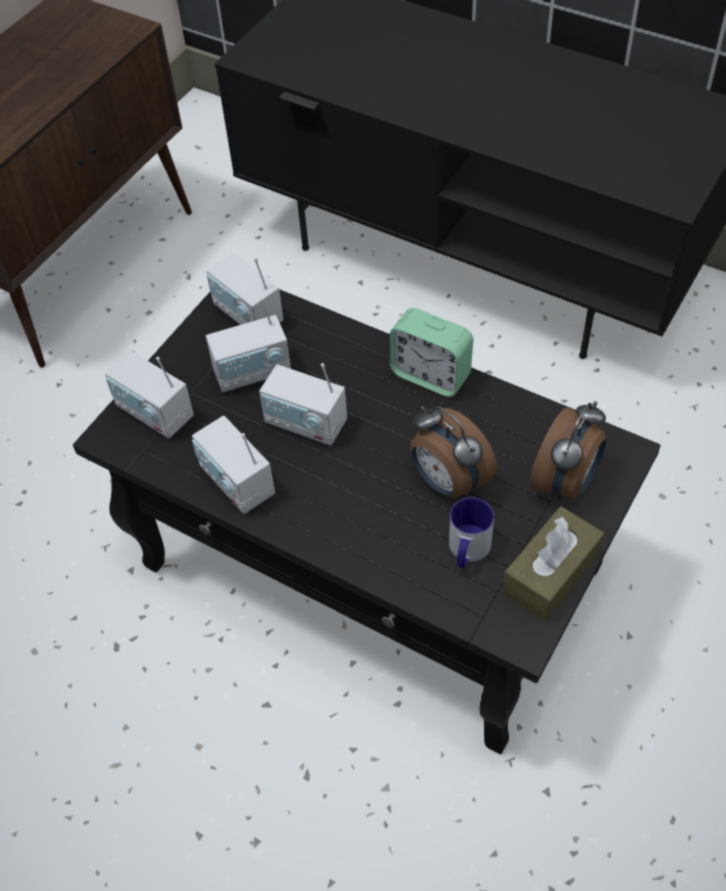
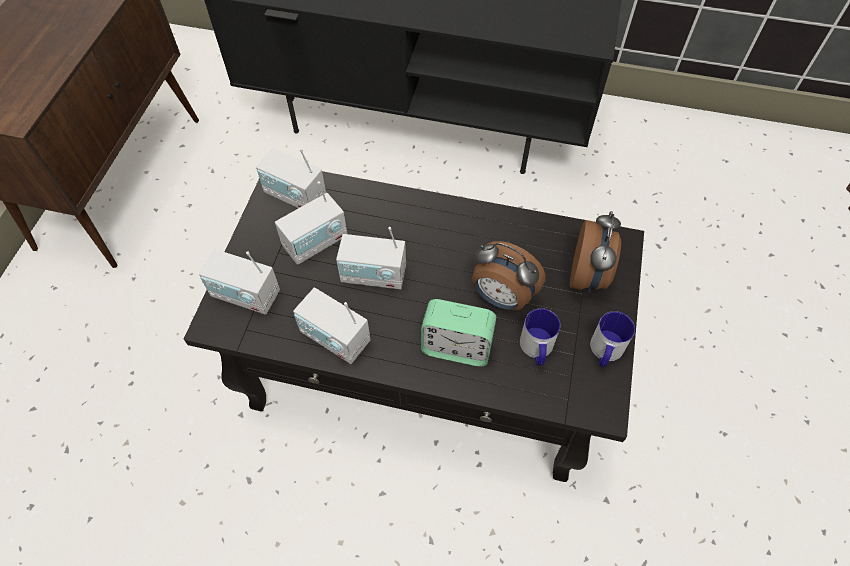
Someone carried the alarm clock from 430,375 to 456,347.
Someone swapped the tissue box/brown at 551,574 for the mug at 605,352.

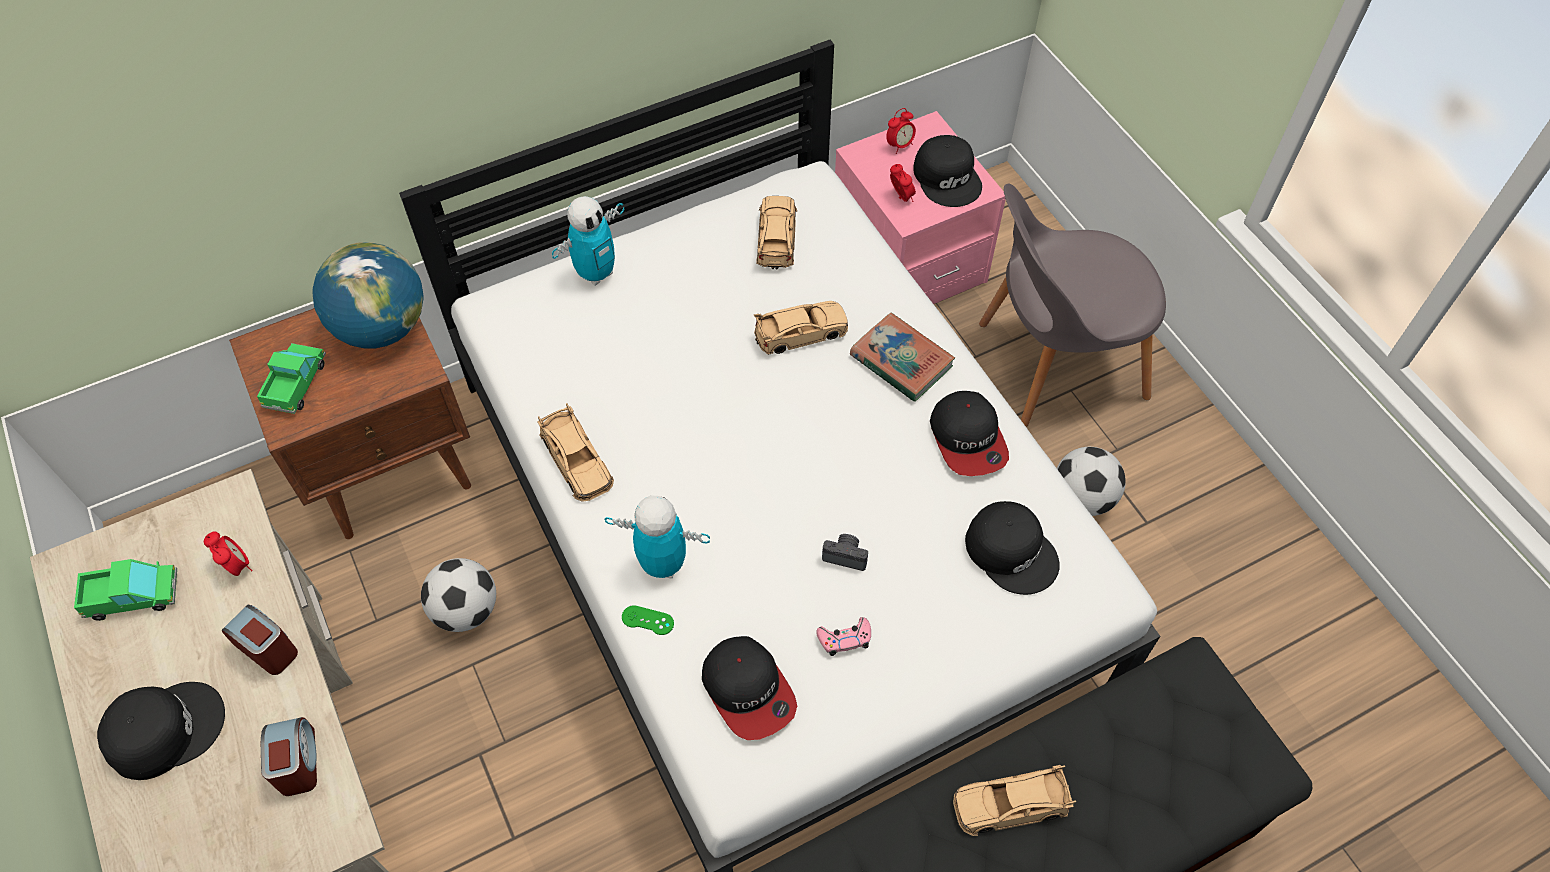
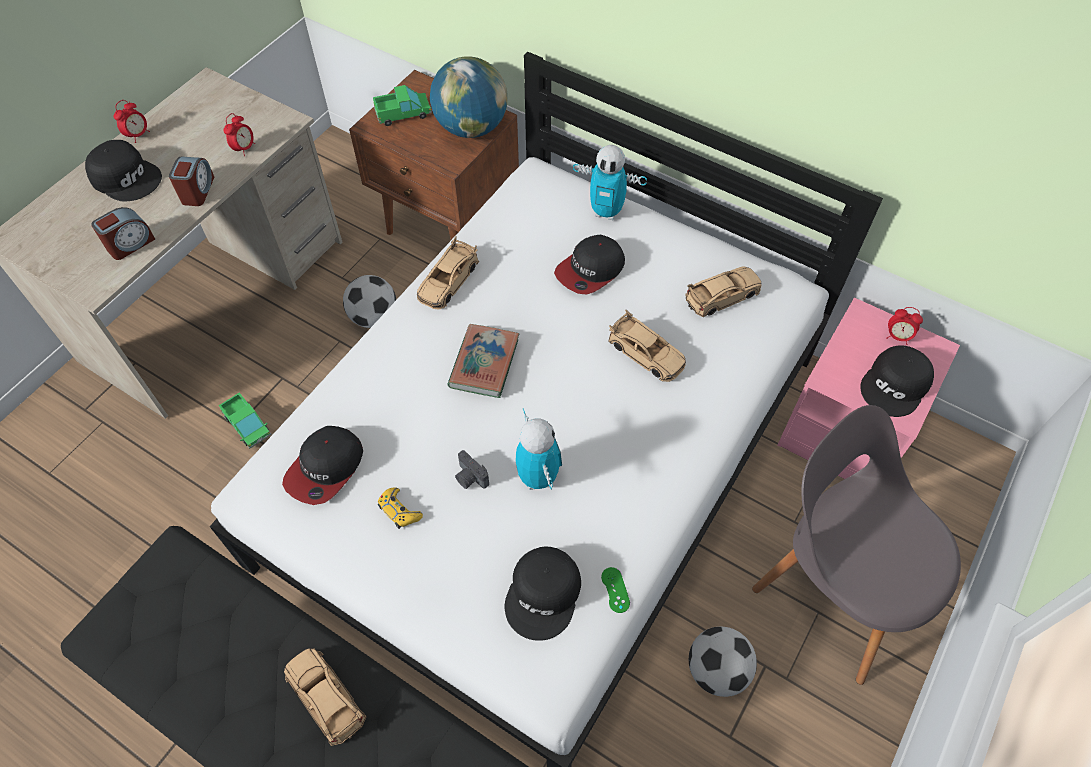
Someone carried the alarm clock from 901,197 to 138,135.
Someone carried the toy truck from 133,596 to 247,425.
Someone repainted the game controller/pink at 844,638, which became the game controller/yellow at 399,510.
Someone carried the book from 901,361 to 484,363.
Someone rotated the photo camera at 845,556 by 150 degrees clockwise.
Someone carried the toy robot from 662,564 to 538,477.
Someone carried the cap from 968,439 to 590,270.
Someone carried the game controller/green from 647,620 to 615,590.

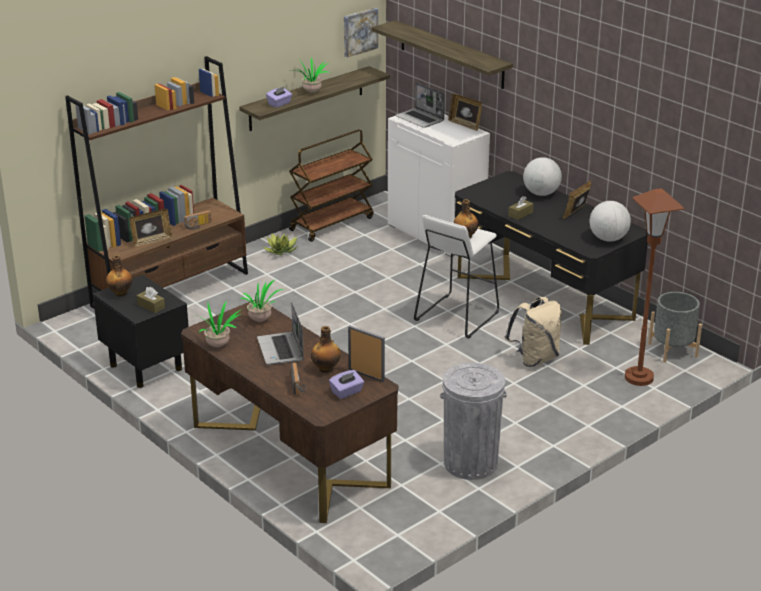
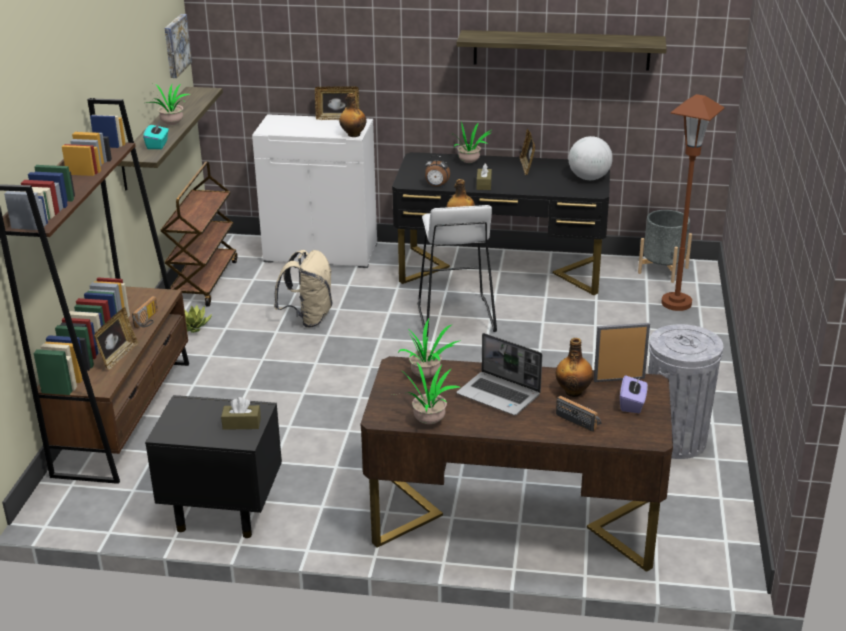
Someone repainted the tissue box/purple at 279,104, which became the tissue box/turquoise at 157,145.
Someone carried the backpack/beige from 535,358 to 308,318.
Someone carried the bottle from 120,293 to 353,135.
Someone put down the alarm clock at 436,186.
Someone swapped the globe at 541,193 for the potted plant at 469,162.
Someone carried the shelf from 451,54 to 561,50.
Someone took away the laptop at 420,119.

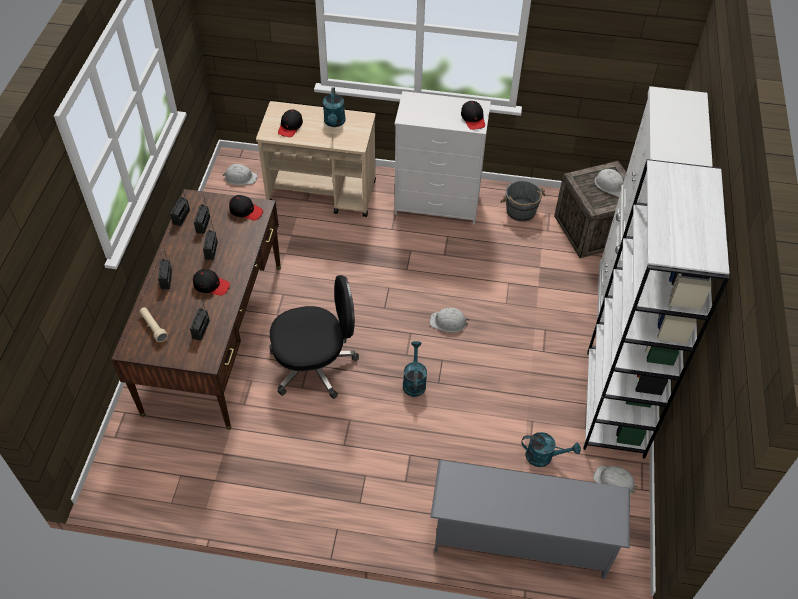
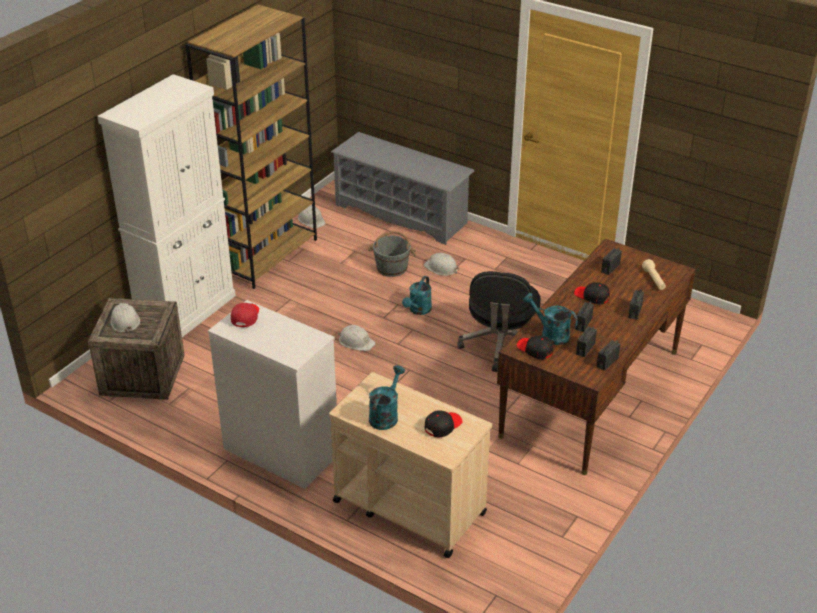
Someone repainted the bookcase/white at 615,404, which became the bookcase/brown at 266,255.
Someone repainted the cap/black at 473,119, which became the cap/red at 245,317.
Someone carried the bucket/grey from 521,211 to 392,267.
Someone carried the hard hat/white from 240,177 to 441,268.
Someone rotated the office chair/black at 315,365 by 90 degrees counterclockwise.
Someone carried the watering can/turquoise from 544,457 to 550,334.

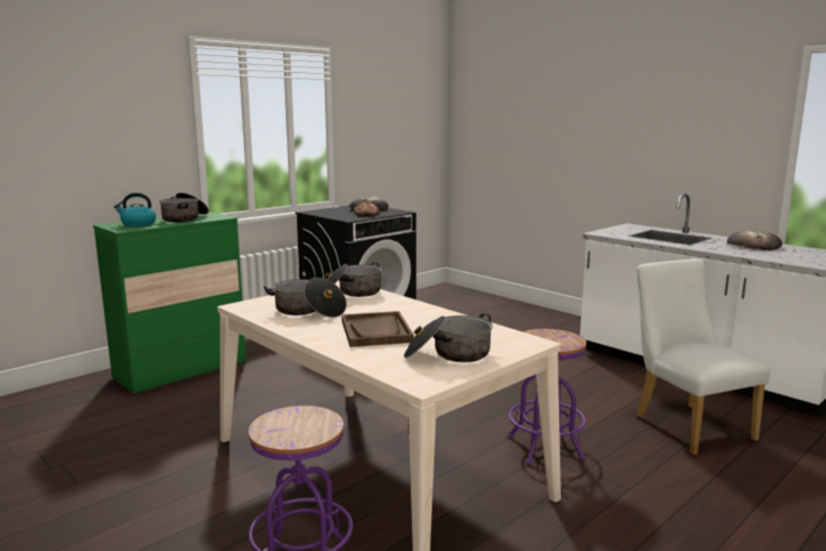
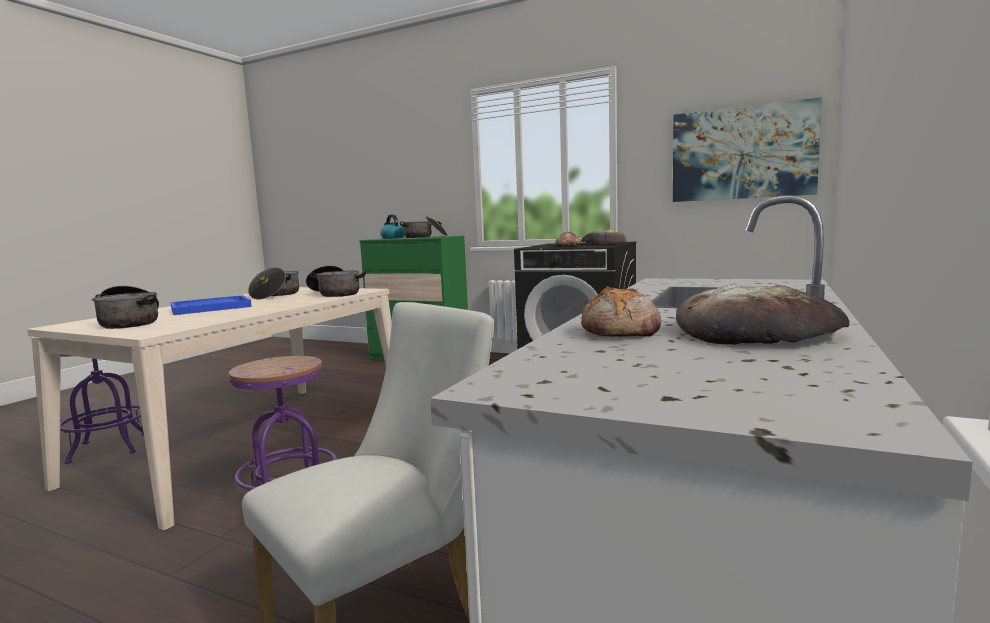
Someone repainted the tray/brown at 376,331, which became the tray/blue at 210,307.
Someone put down the bread at 622,331.
Someone put up the picture at 742,153.

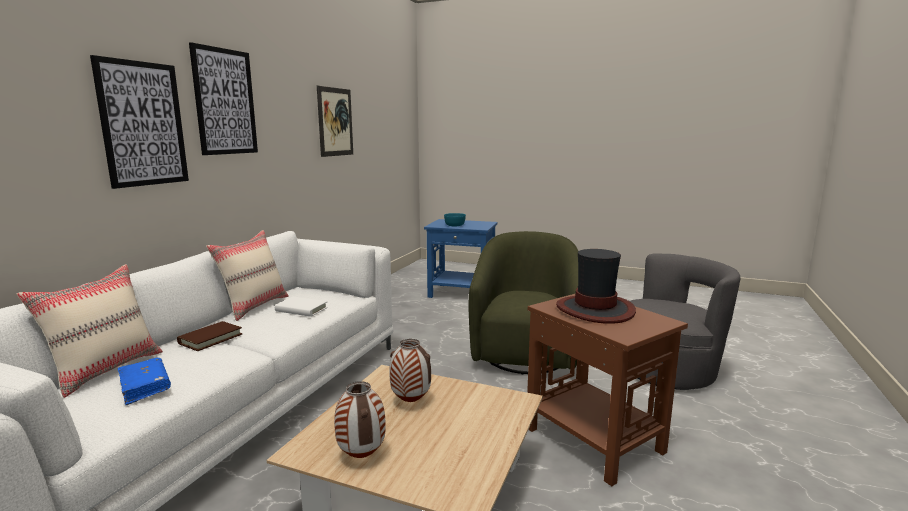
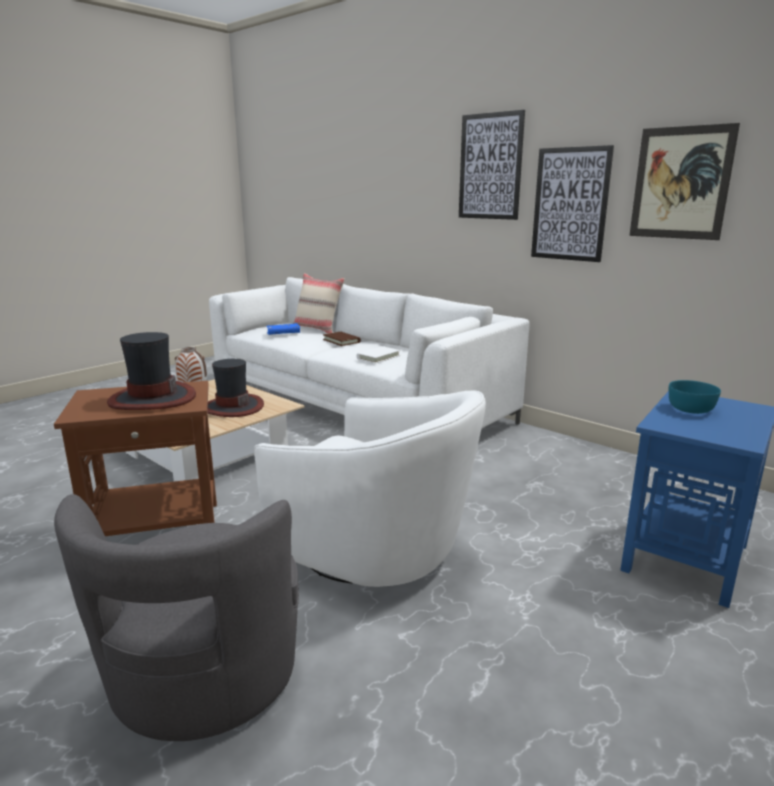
Someone swapped the vase at 410,402 for the hat at 232,407.
Someone repainted the armchair/green at 526,351, which became the armchair/white at 375,551.
Someone carried the picture from 143,124 to 570,204.
Someone took away the pillow/beige at 254,306.

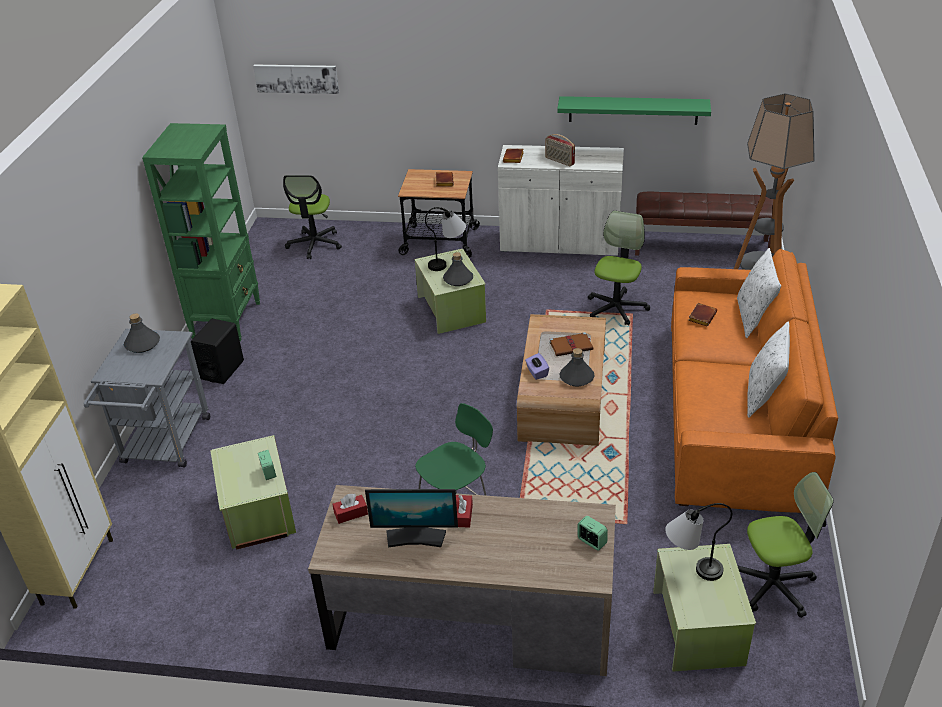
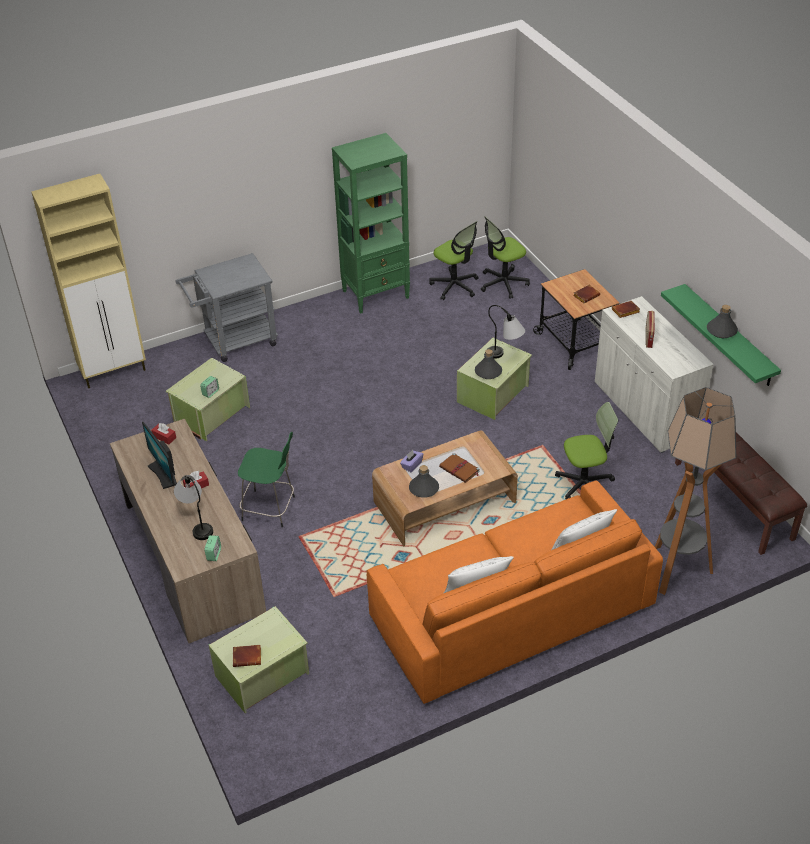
Someone carried the table lamp from 690,569 to 197,523.
Someone carried the book/brown from 701,316 to 248,657.
Someone carried the office chair from 774,585 to 455,286.
Someone carried the bottle/grey from 142,344 to 721,330.
Someone took away the speaker/black at 222,370.
Someone took away the picture at 296,78.

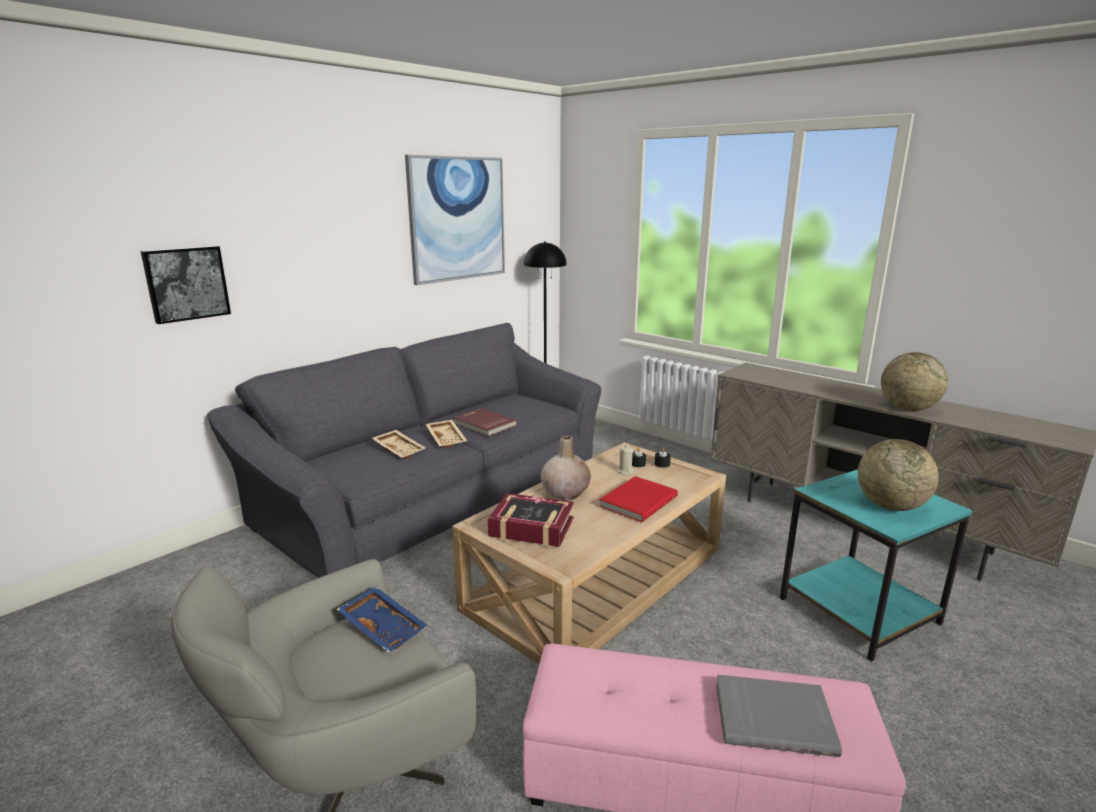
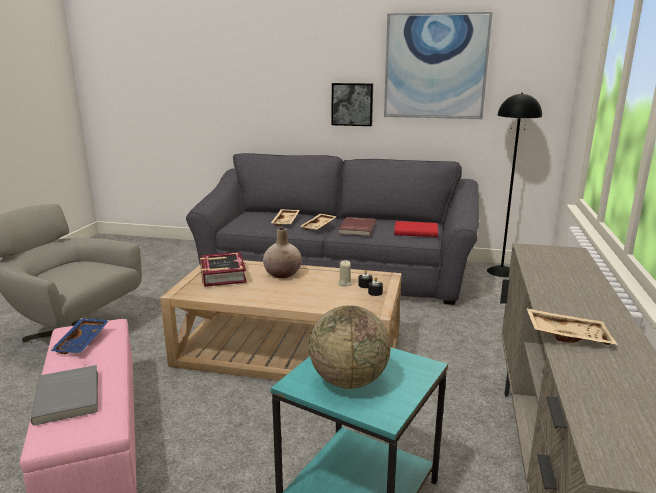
Someone carried the tray/blue from 384,626 to 83,342.
Someone carried the picture from 186,283 to 352,104.
Someone carried the book/red from 637,501 to 416,231.
Someone swapped the globe at 907,409 for the tray/beige at 567,335.

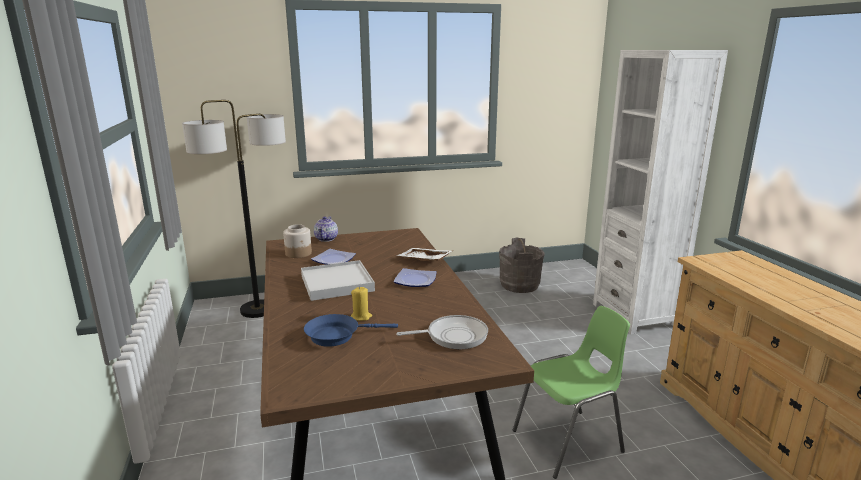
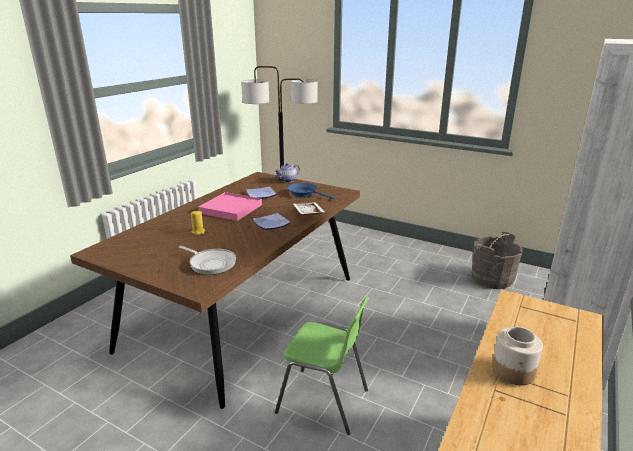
Someone repainted the tray/white at 336,283, which became the tray/pink at 231,209.
Someone carried the frying pan/blue from 337,335 to 305,194.
Someone carried the jar from 299,253 to 513,371.

